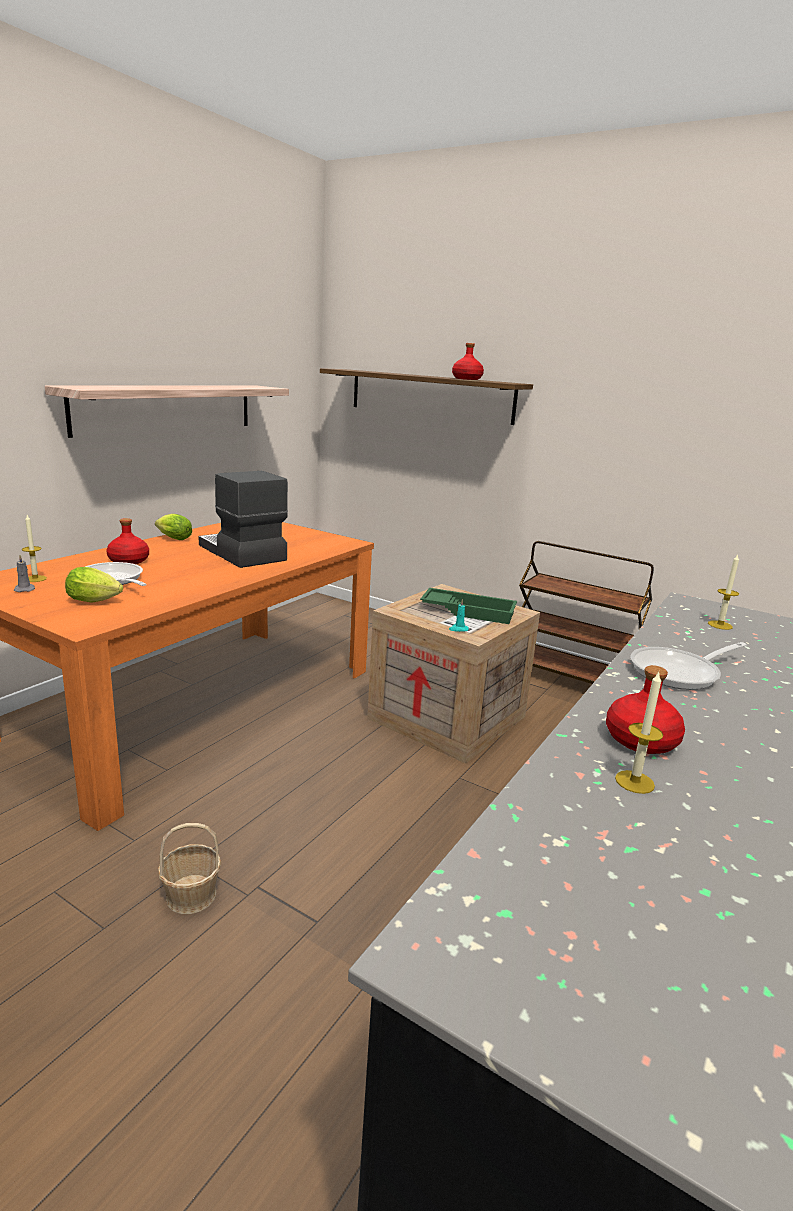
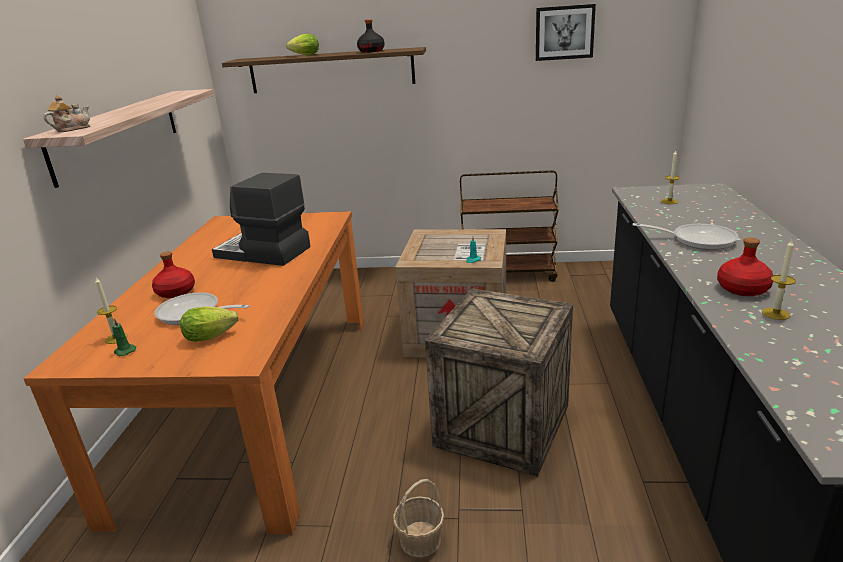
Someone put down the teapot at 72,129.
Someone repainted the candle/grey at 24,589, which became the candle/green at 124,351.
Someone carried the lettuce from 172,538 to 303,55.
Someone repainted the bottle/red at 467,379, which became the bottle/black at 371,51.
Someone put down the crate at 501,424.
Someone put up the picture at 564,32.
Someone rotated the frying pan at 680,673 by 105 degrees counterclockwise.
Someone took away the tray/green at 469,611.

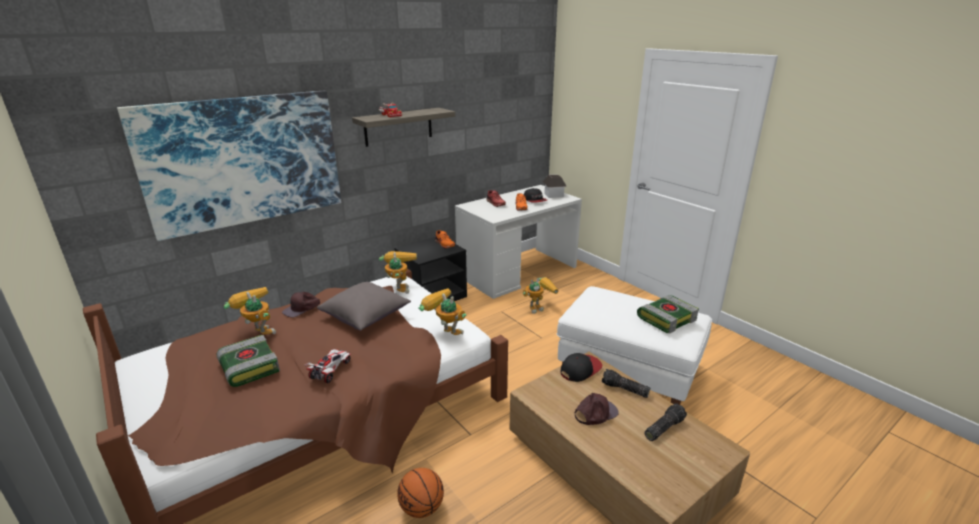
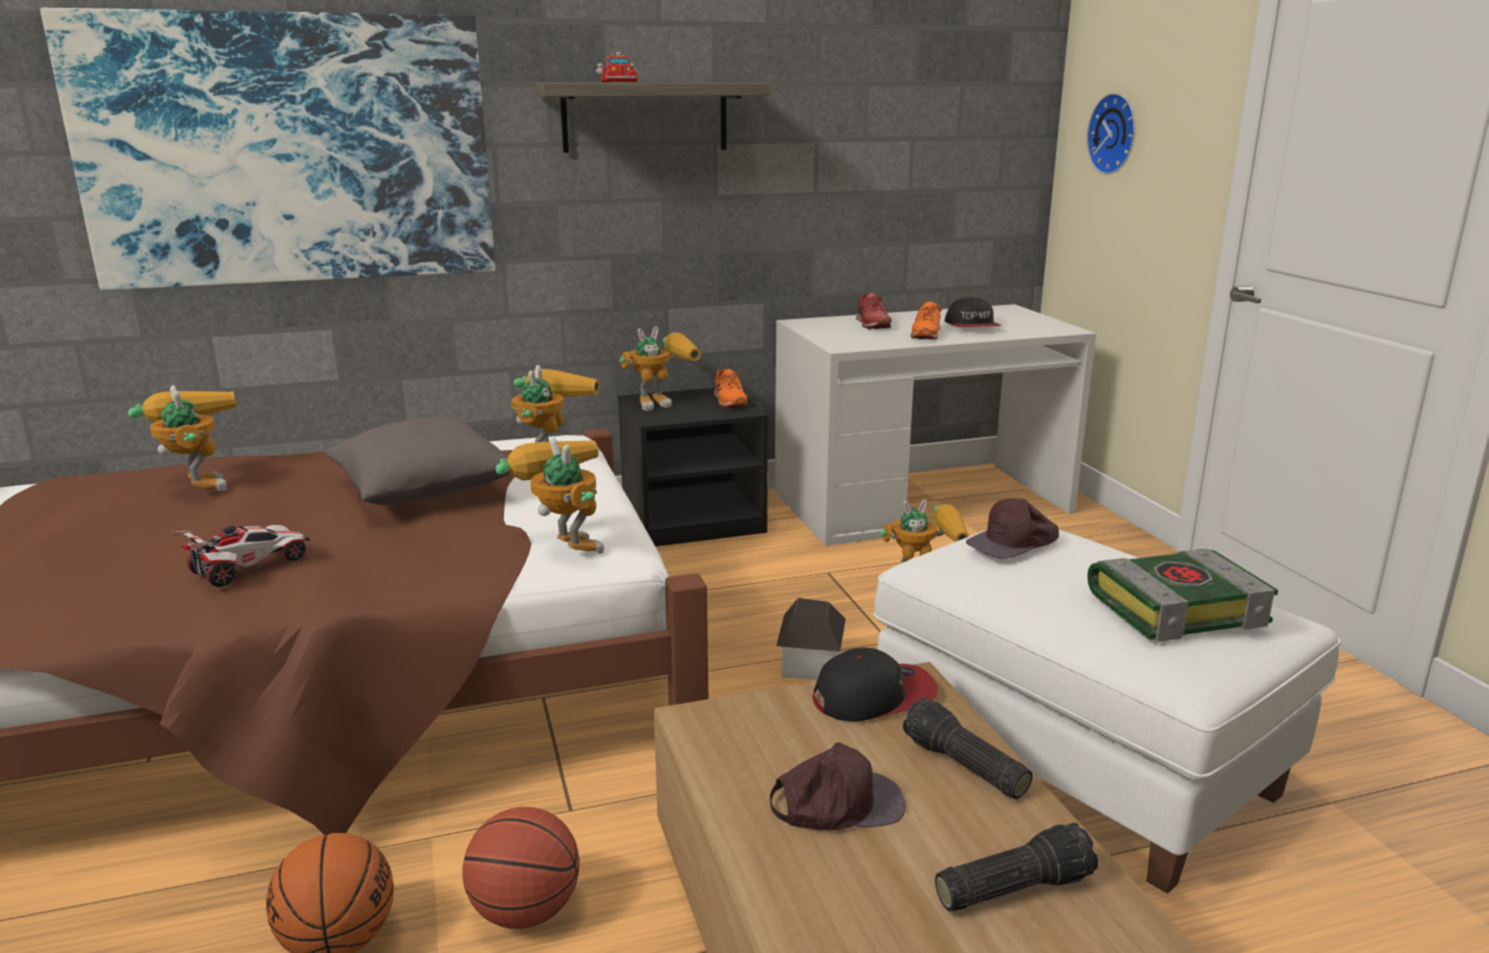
Someone put down the basketball at 526,912.
Someone put down the toy robot at 663,403.
Someone carried the toy house from 553,195 to 810,665.
Someone carried the cap/brown from 302,308 to 1014,543.
Someone put up the wall clock at 1116,134.
Someone took away the book at 248,367.

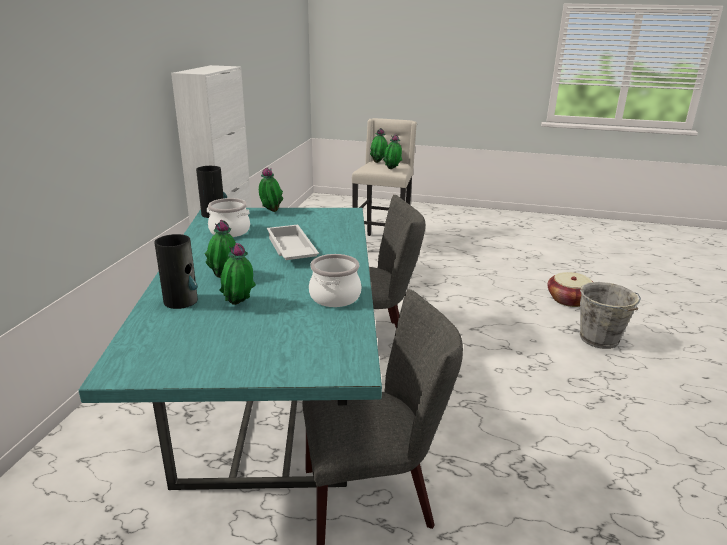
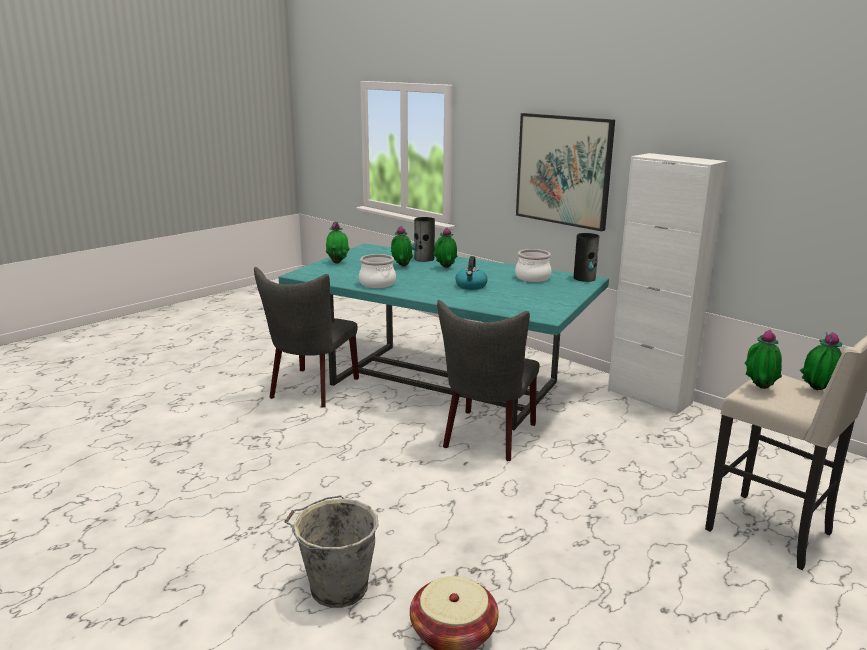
Someone carried the potted plant from 271,211 to 338,262.
Someone swapped the tray/white at 290,250 for the kettle at 471,286.
Someone put up the picture at 563,170.

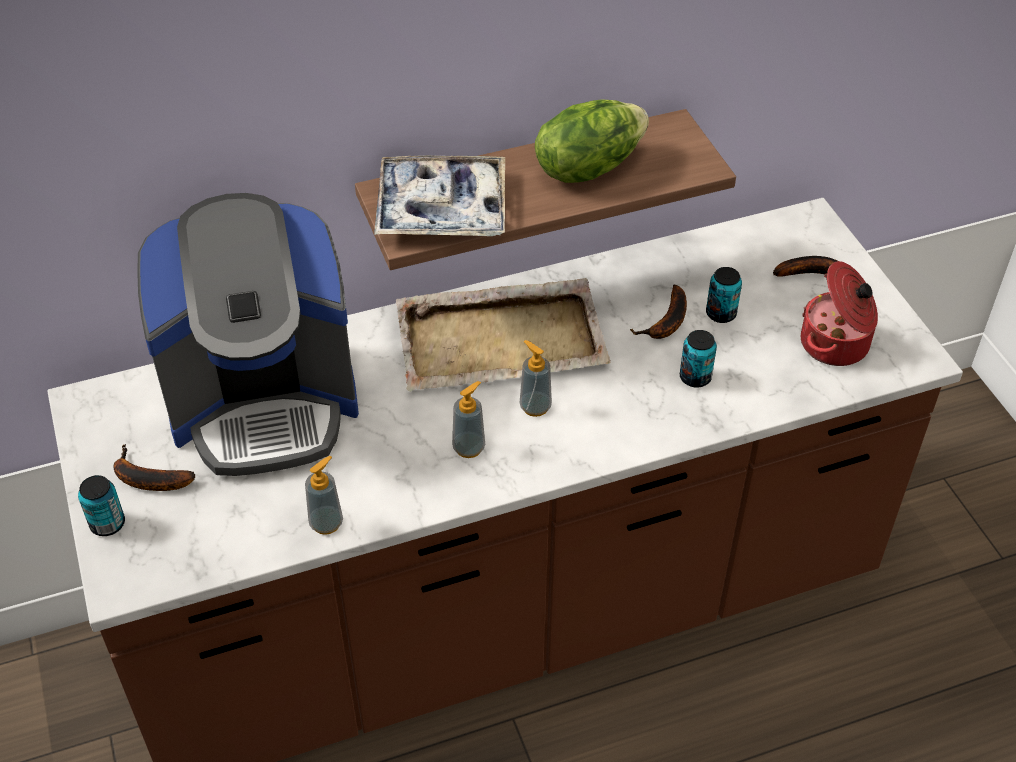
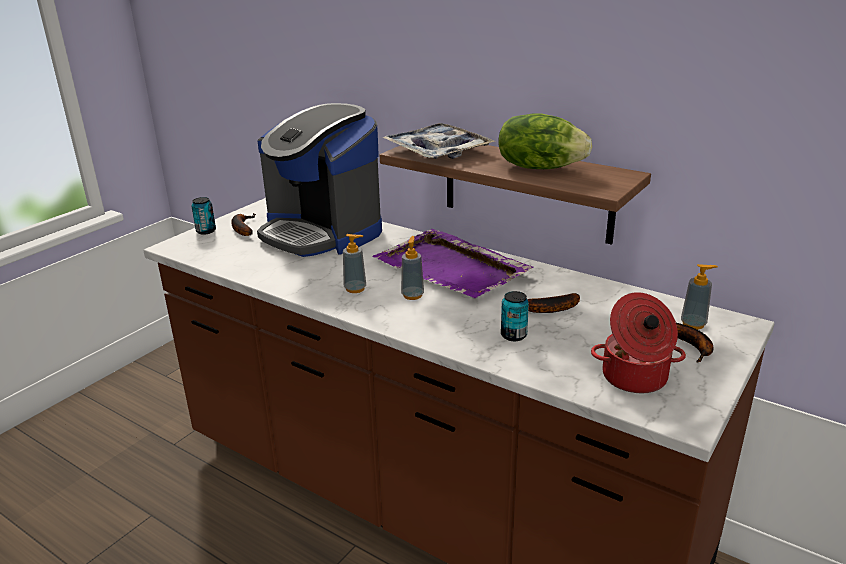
Someone repainted the tray/beige at 502,339, which became the tray/purple at 452,268.
Someone carried the soap dispenser from 326,523 to 693,324.
Someone took away the can at 721,314.

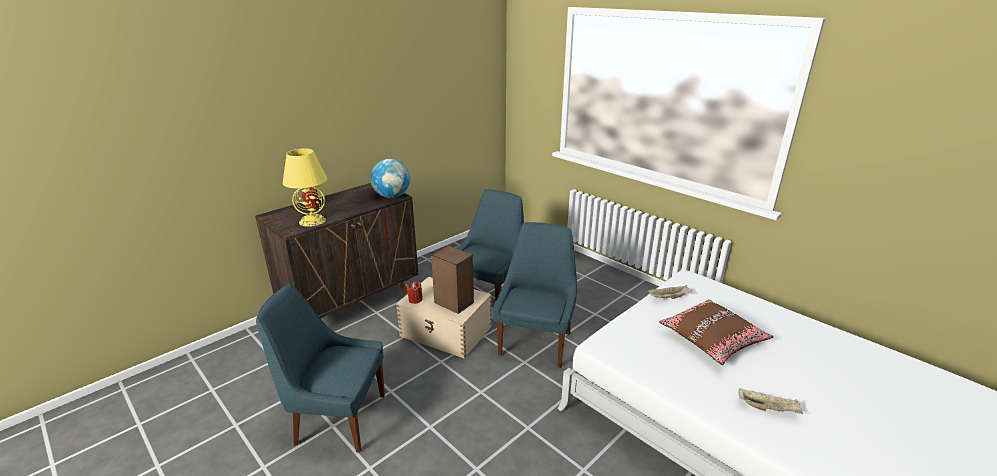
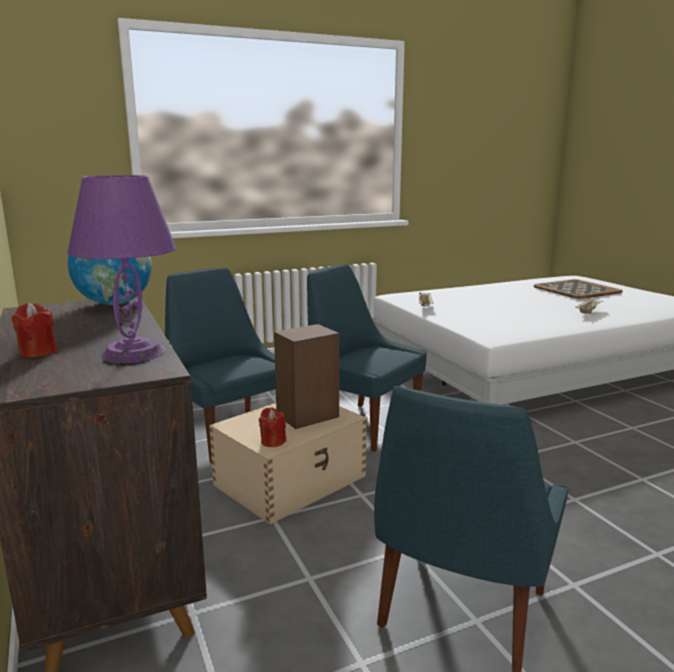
Someone repainted the table lamp/yellow at 312,221, which became the table lamp/purple at 134,353.
Someone put down the tray at 575,289.
Someone took away the pillow/brown at 712,339.

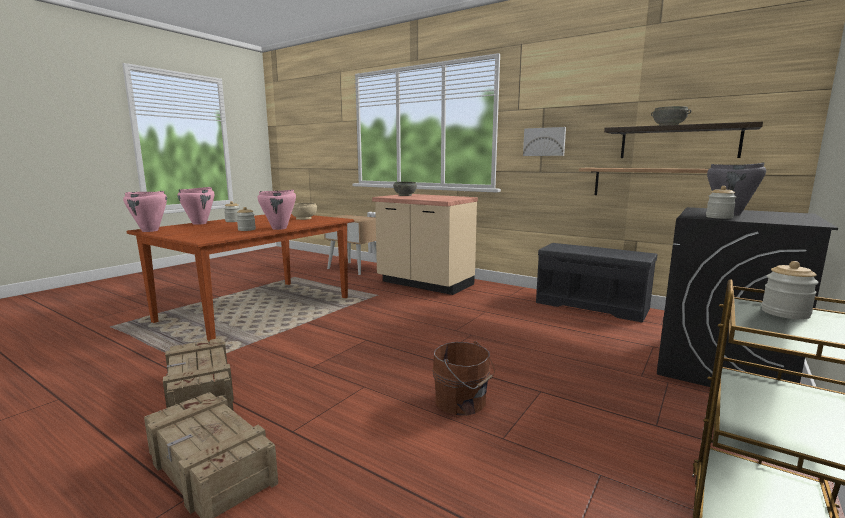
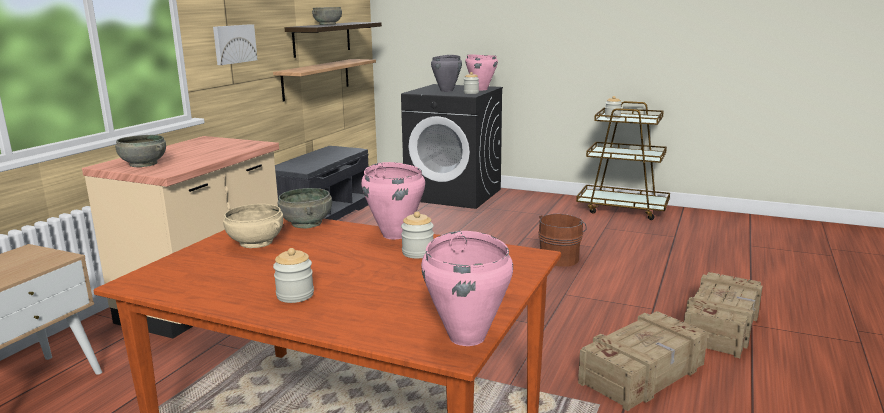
Someone put down the bowl/grey at 307,223.
Someone carried the cooking pot/pink from 200,223 to 481,89.

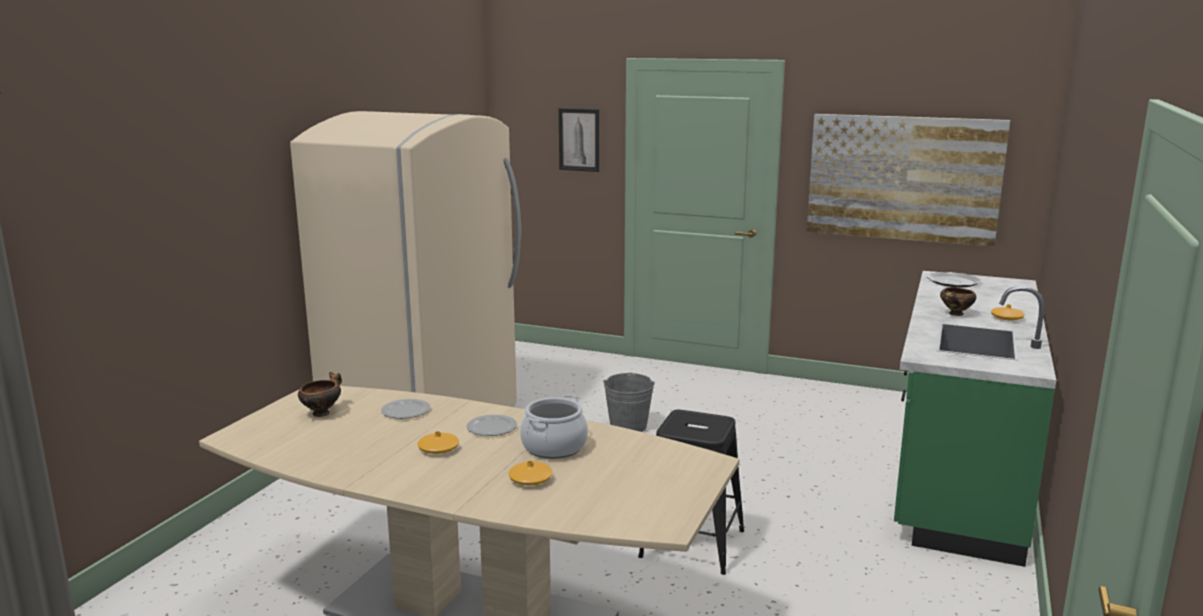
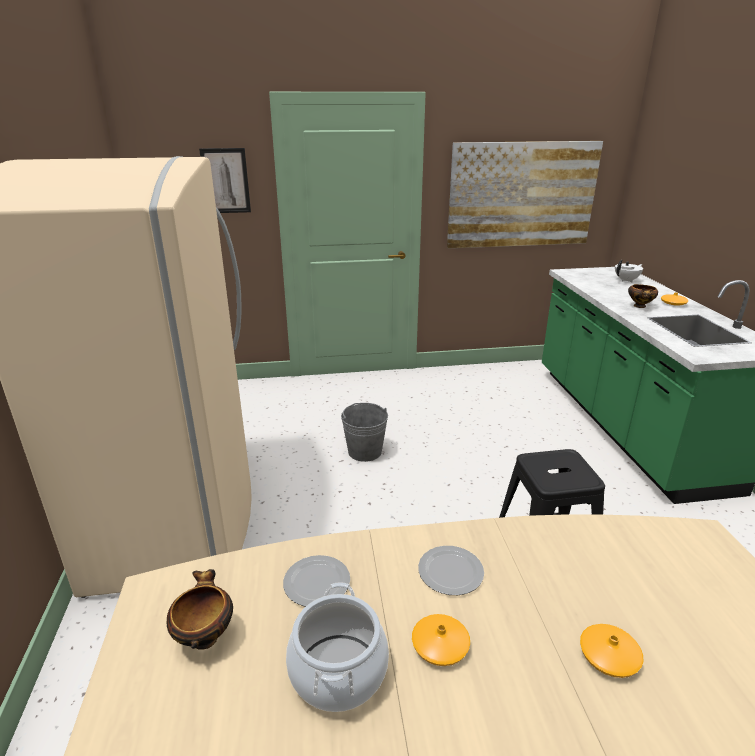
Someone carried the cooking pot from 554,447 to 339,671.
Someone put down the teapot/white at 626,280.
Someone took away the plate at 953,282.

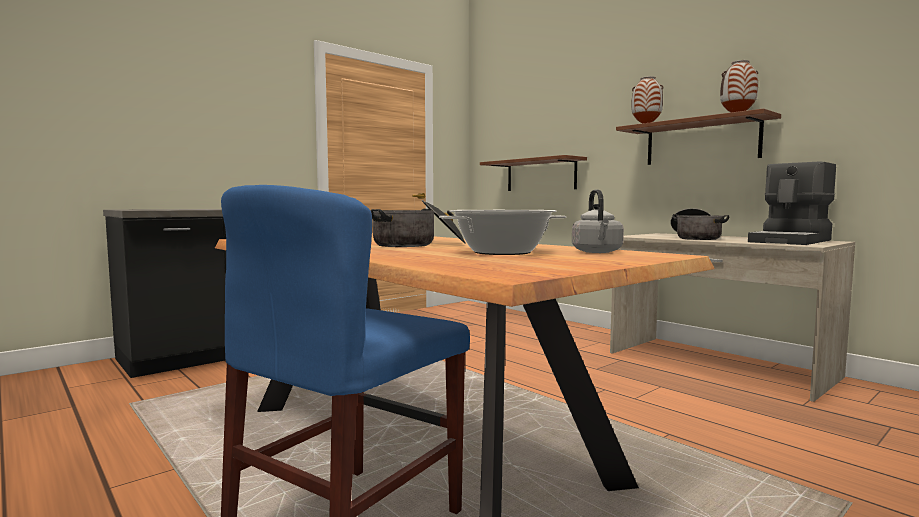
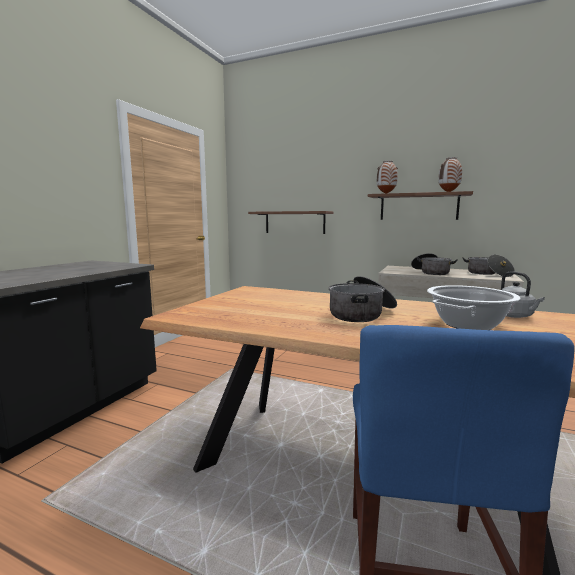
Someone swapped the coffee machine at 792,241 for the cooking pot at 488,274.

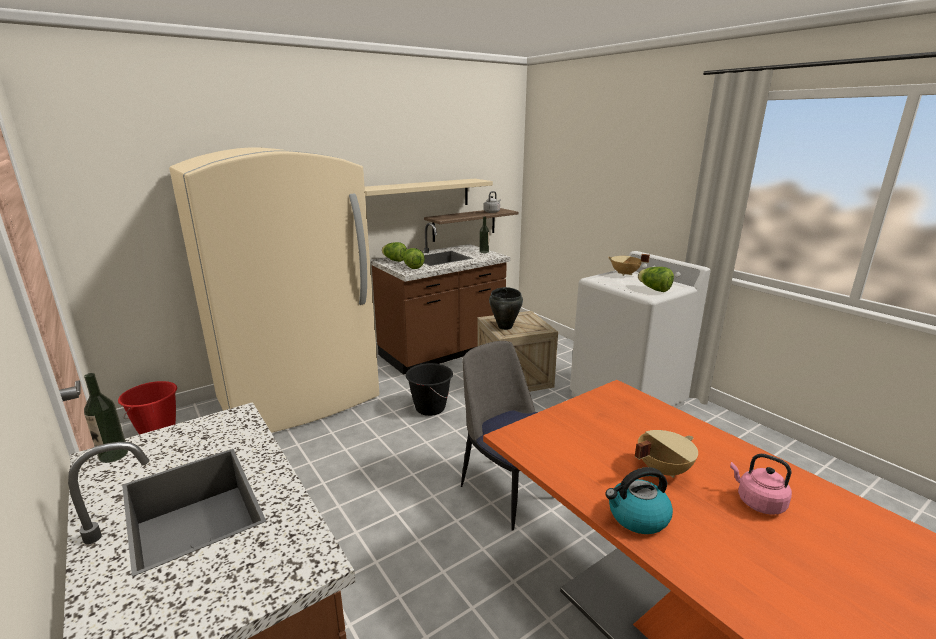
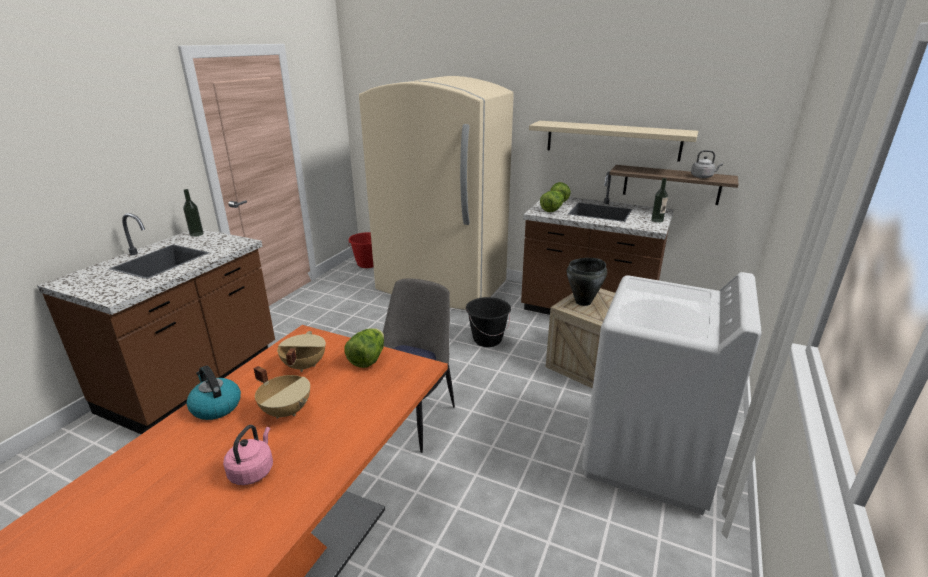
Someone carried the cooking pot/beige from 624,274 to 303,366.
Someone carried the lettuce from 654,289 to 368,359.

